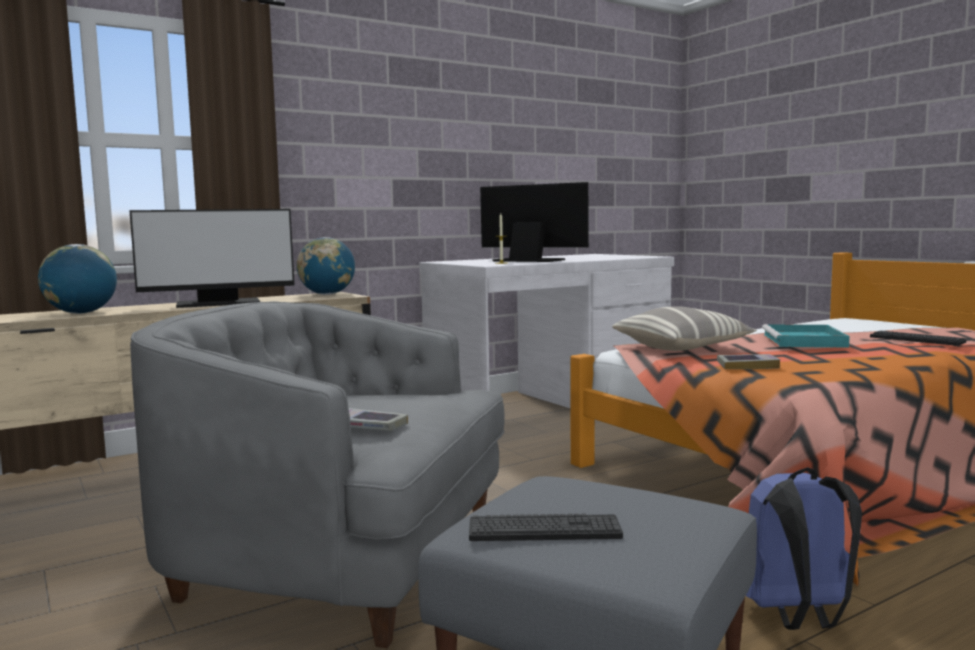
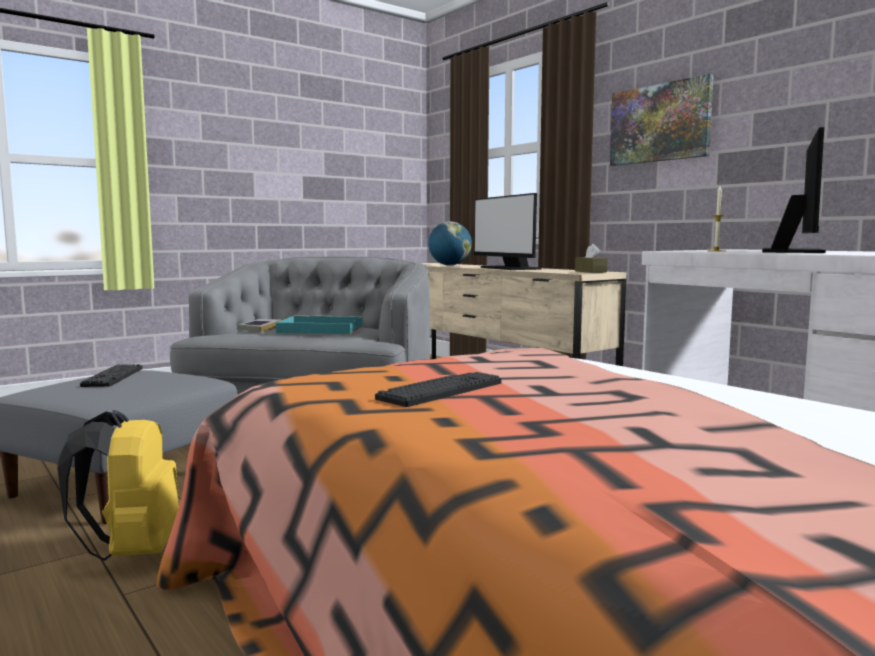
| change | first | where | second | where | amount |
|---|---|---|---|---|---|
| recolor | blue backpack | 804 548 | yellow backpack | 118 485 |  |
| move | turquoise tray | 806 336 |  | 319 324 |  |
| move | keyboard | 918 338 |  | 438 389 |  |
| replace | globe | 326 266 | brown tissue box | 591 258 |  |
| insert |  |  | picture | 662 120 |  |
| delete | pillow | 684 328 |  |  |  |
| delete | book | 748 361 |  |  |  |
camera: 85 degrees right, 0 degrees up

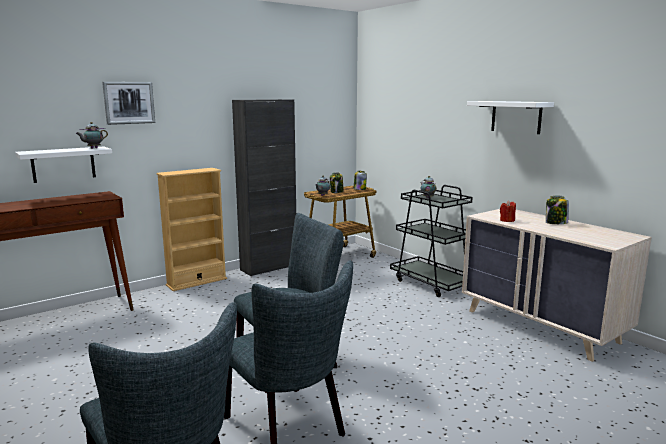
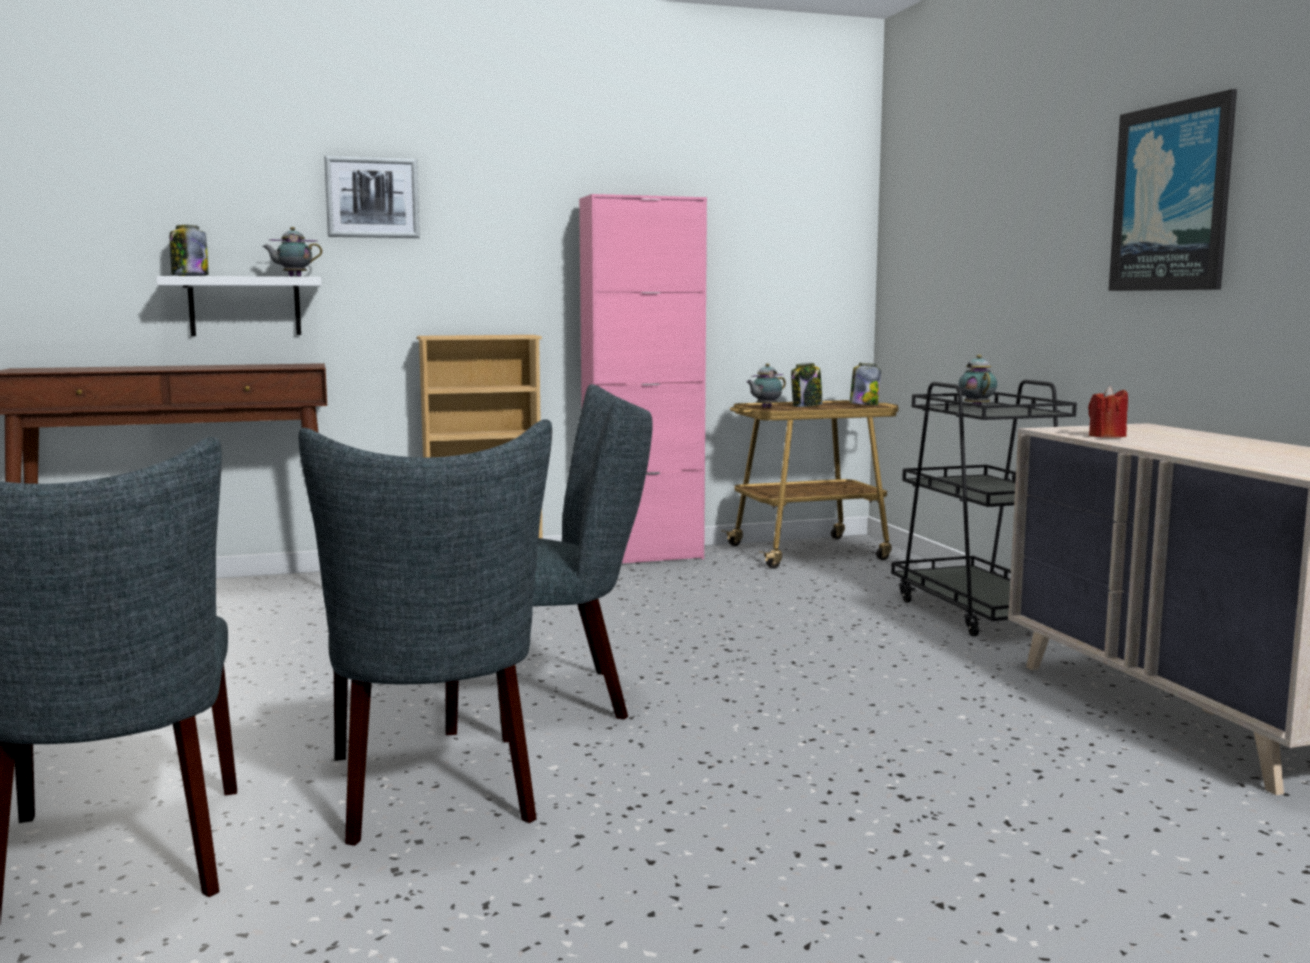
| change | first | where | second | where | amount |
|---|---|---|---|---|---|
| move | jar | 557 210 |  | 189 250 |  |
| recolor | black cabinet | 264 188 | pink cabinet | 643 378 |  |
| replace | white shelf | 510 117 | picture | 1173 190 |  |
camera: 20 degrees right, 5 degrees down

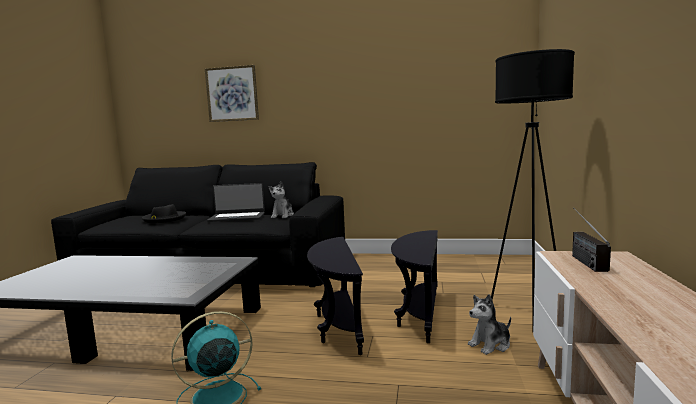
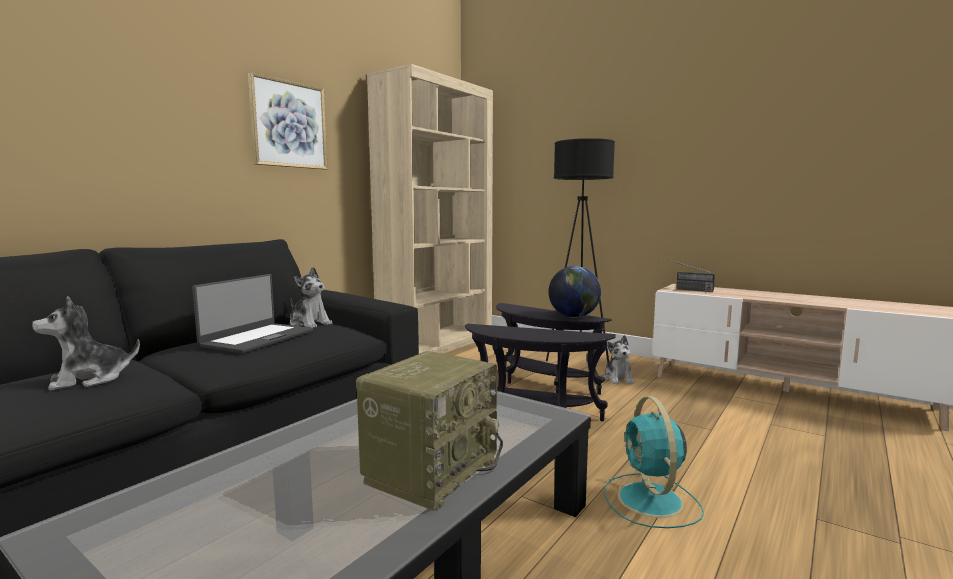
| change | first | where | second | where | amount |
|---|---|---|---|---|---|
| replace | black hat | 164 213 | plush toy | 86 343 |  |
| move | picture | 232 93 |  | 288 121 |  |
| insert |  |  | radio | 429 431 |  |
| insert |  |  | beige bookcase | 430 208 |  |
| insert |  |  | globe | 575 292 |  |
camera: 65 degrees left, 0 degrees up

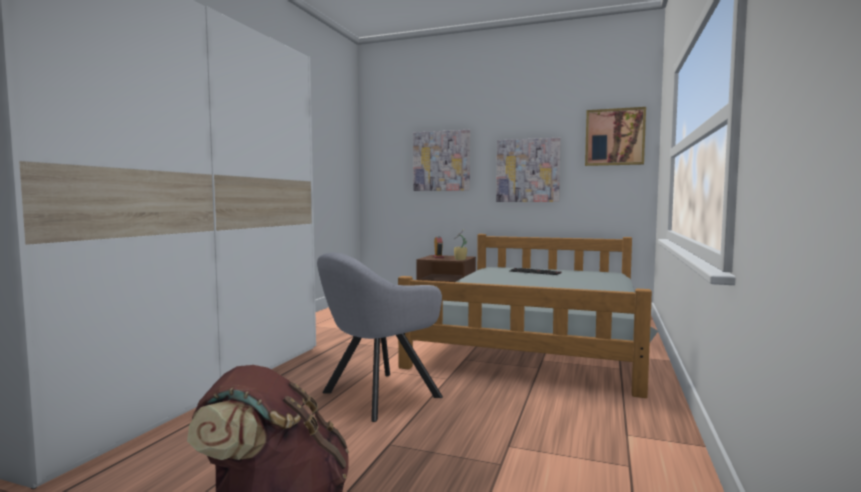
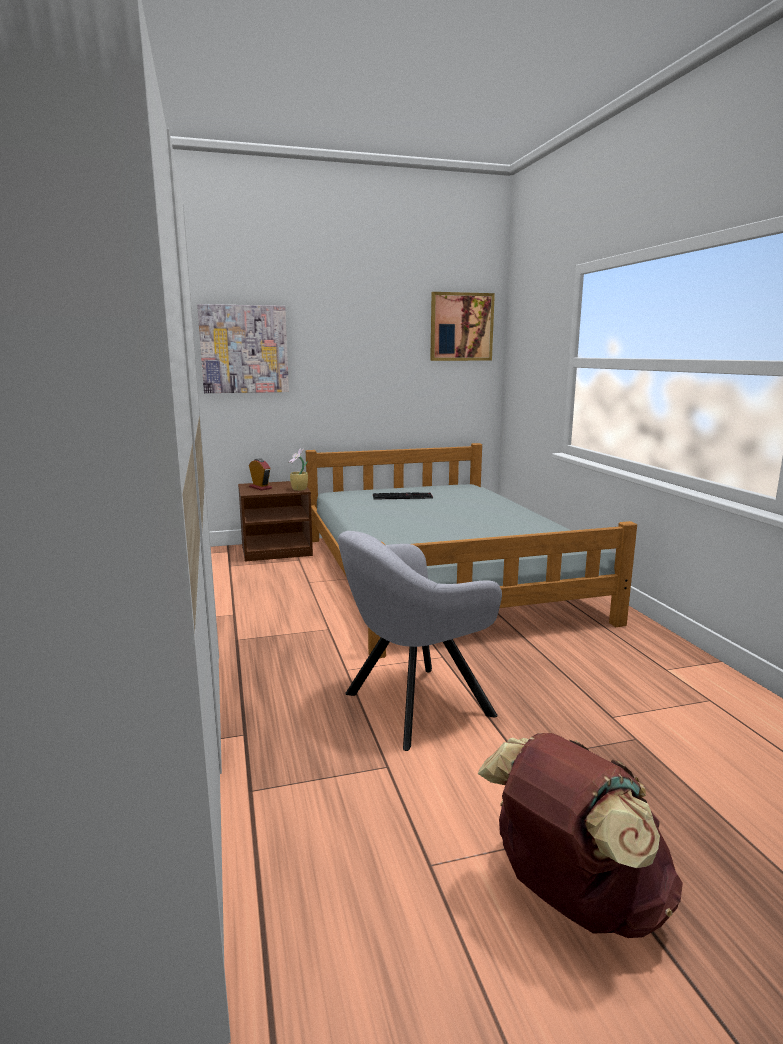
| change | first | where | second | where | amount |
|---|---|---|---|---|---|
| rotate | grey armchair | 380 337 |  | 420 641 | 45 degrees clockwise |
| delete | picture | 528 170 |  |  |  |
camera: 35 degrees left, 10 degrees up

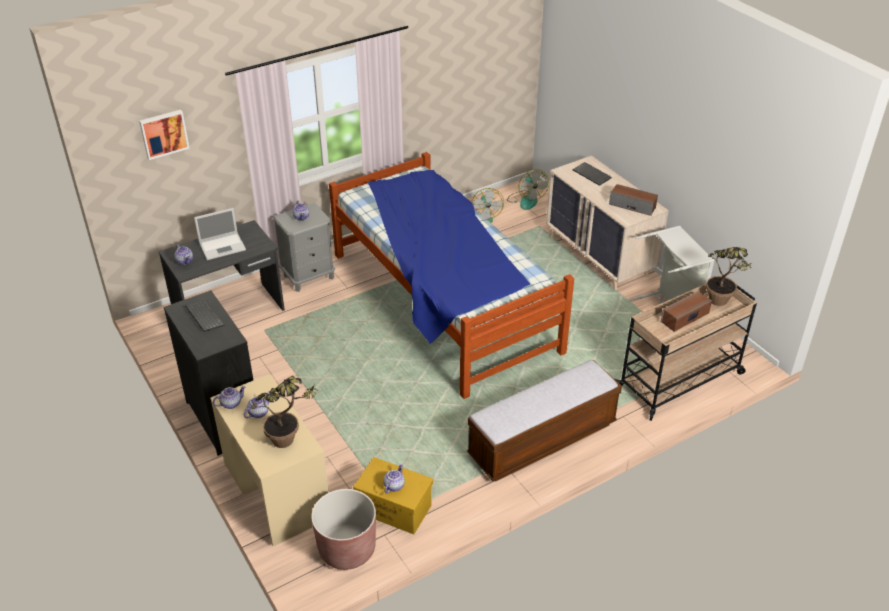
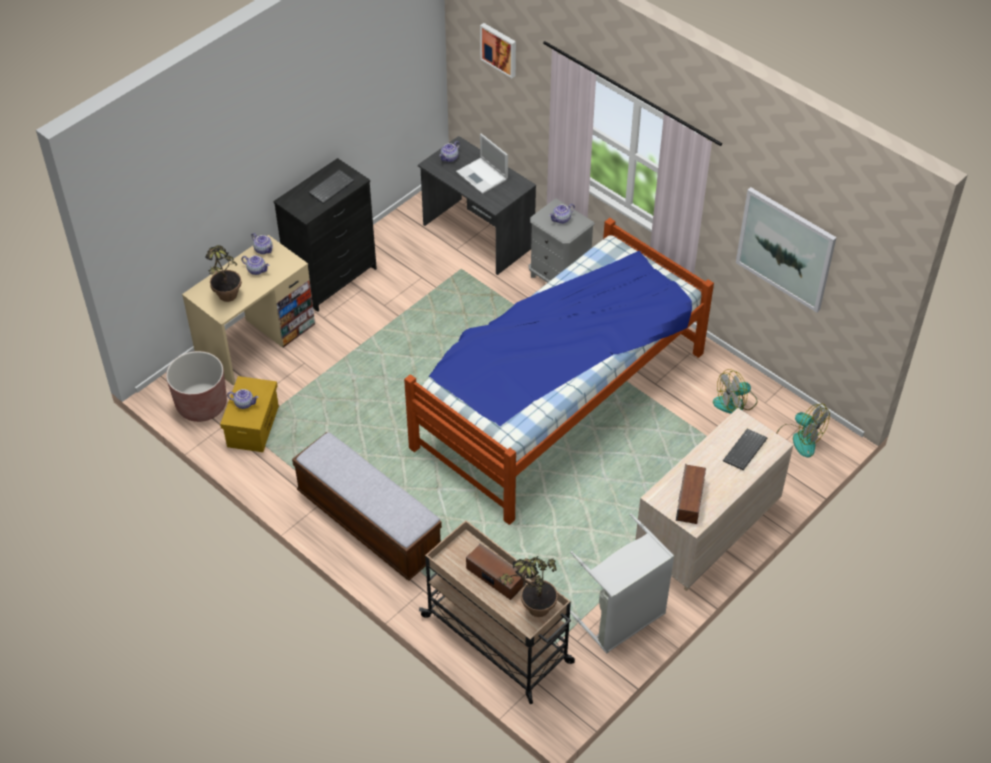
| change | first | where | second | where | amount |
|---|---|---|---|---|---|
| insert |  |  | picture | 786 250 |  |
| rotate | fan | 528 189 |  | 803 431 | 105 degrees counterclockwise |
camera: 75 degrees right, 10 degrees up

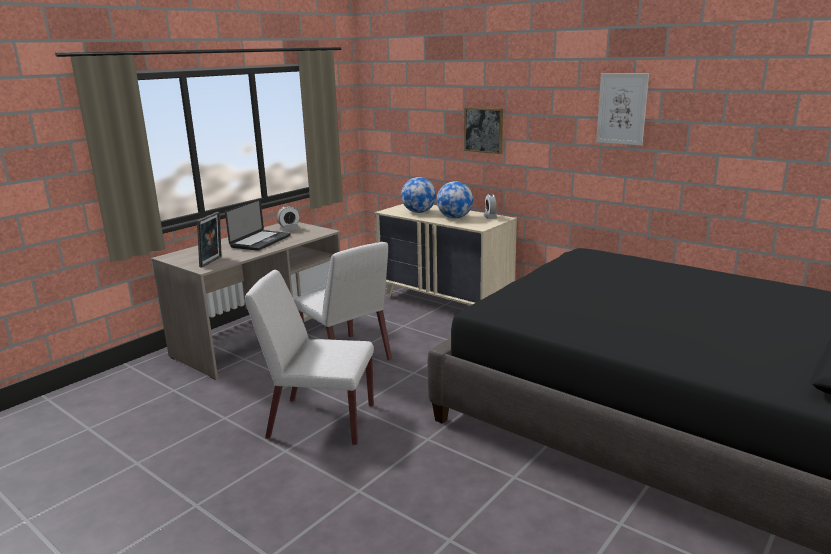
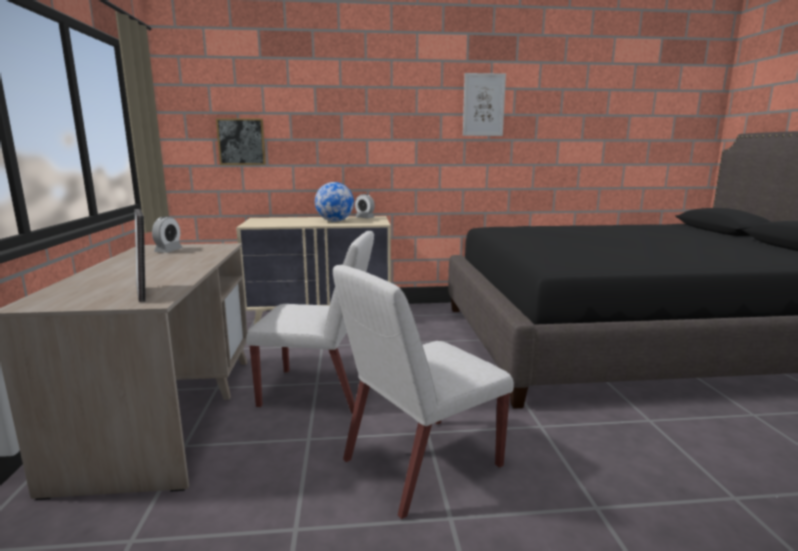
| change | first | where | second | where | amount |
|---|---|---|---|---|---|
| move | picture | 484 130 |  | 241 141 |  |
| delete | laptop | 258 225 |  |  |  |
| delete | globe | 418 195 |  |  |  |
camera: 45 degrees left, 5 degrees down

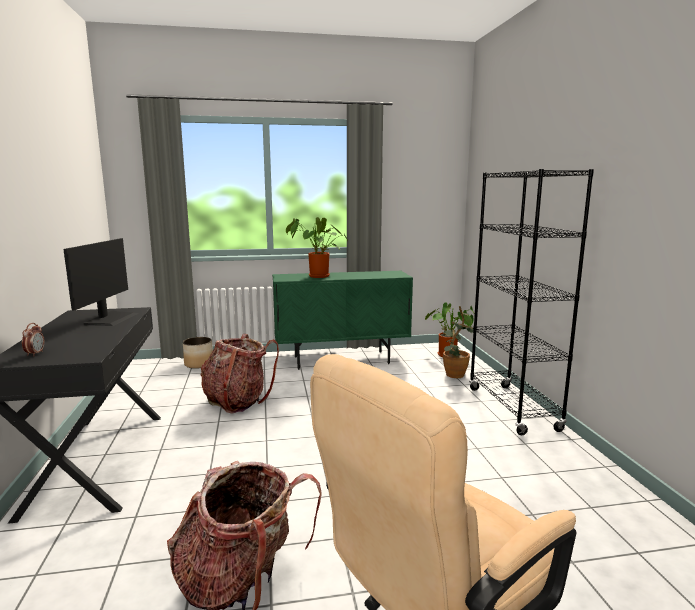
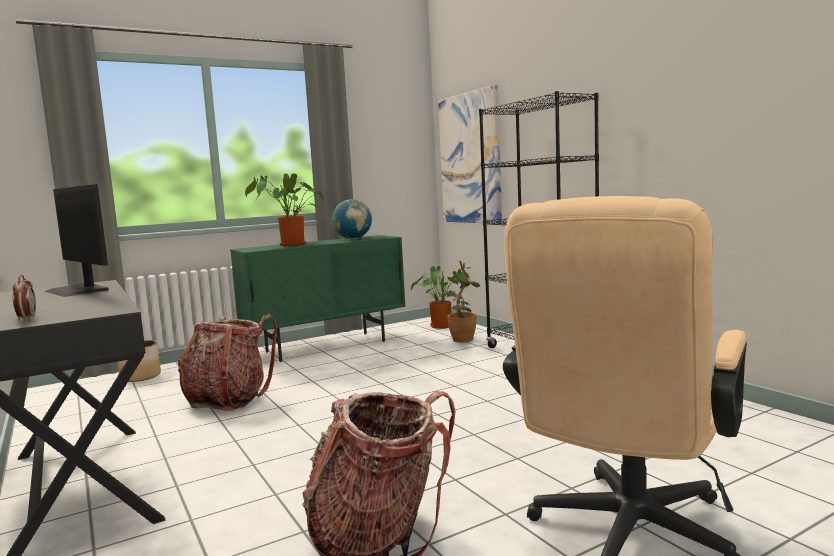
| change | first | where | second | where | amount |
|---|---|---|---|---|---|
| rotate | monitor | 101 282 |  | 77 240 | 150 degrees clockwise |
| insert |  |  | globe | 352 219 |  |
| insert |  |  | picture | 470 154 |  |
camera: 20 degrees left, 5 degrees down

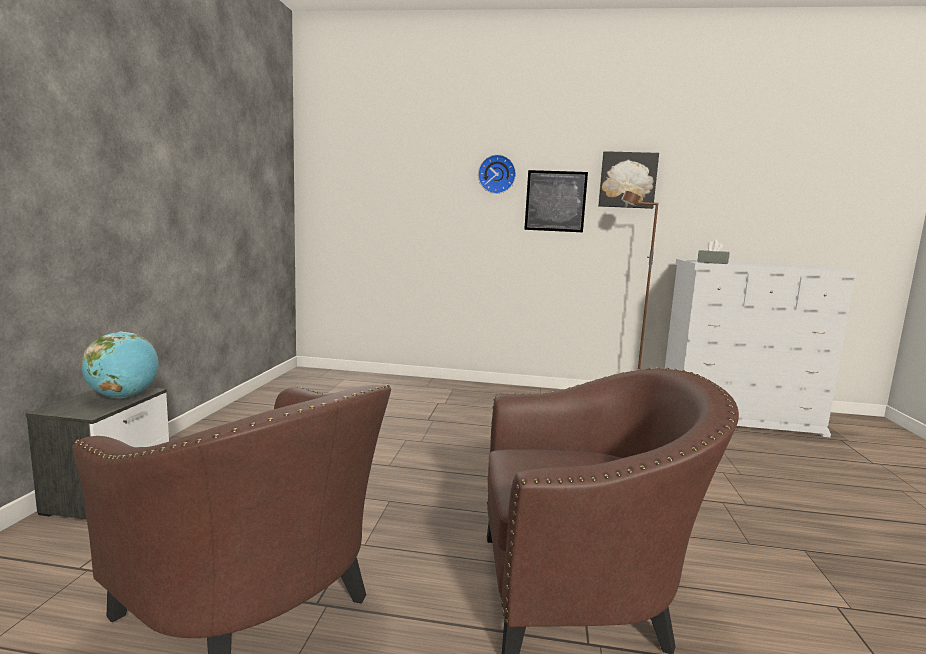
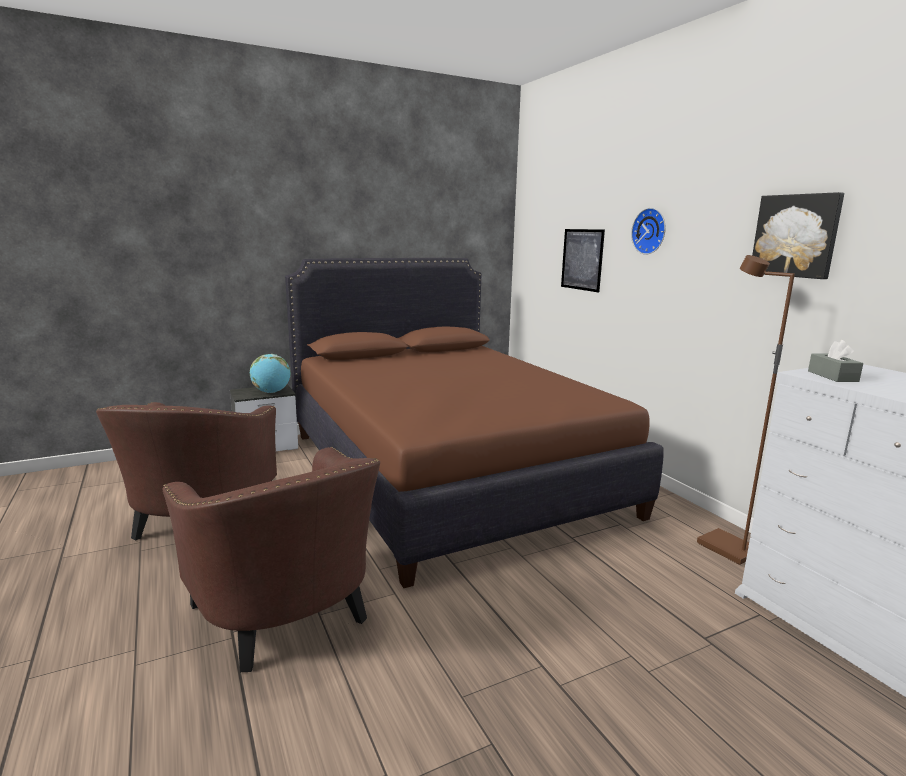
| change | first | where | second | where | amount |
|---|---|---|---|---|---|
| insert |  |  | brown bed | 474 423 |  |
| move | picture | 556 201 |  | 583 260 |  |
camera: 55 degrees right, 5 degrees up

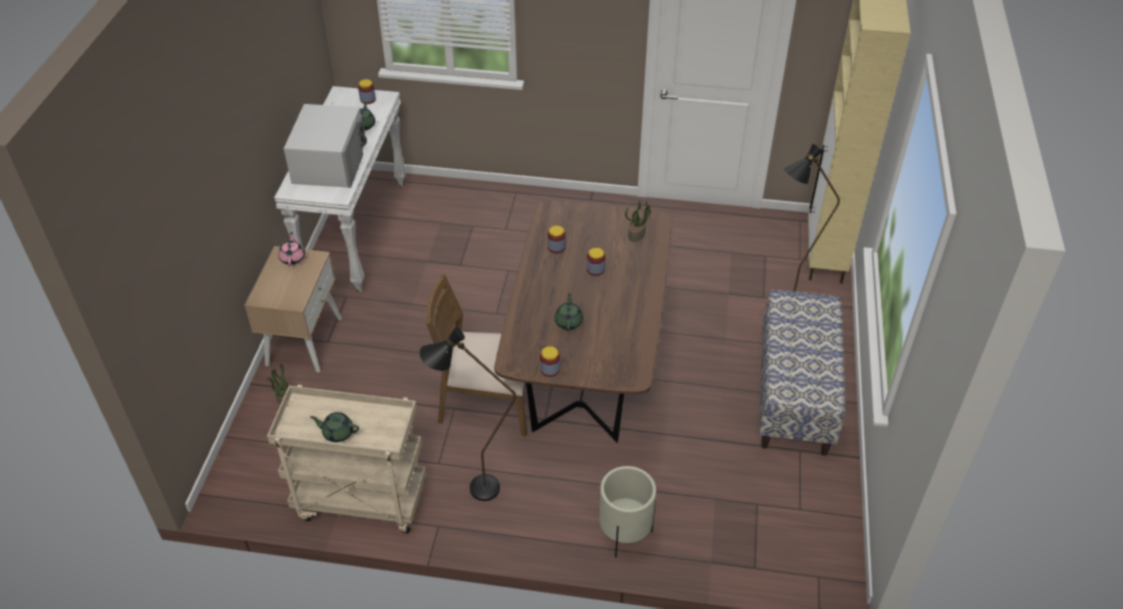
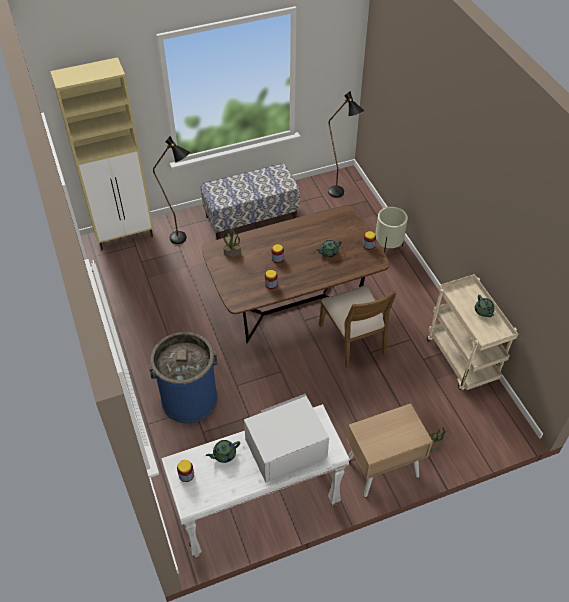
| change | first | where | second | where | amount |
|---|---|---|---|---|---|
| insert |  |  | blue trash can | 183 377 |  |
| move | black floor lamp | 467 414 |  | 346 144 |  |
| delete | pink teapot | 291 249 |  |  |  |
camera: 120 degrees left, 5 degrees up

